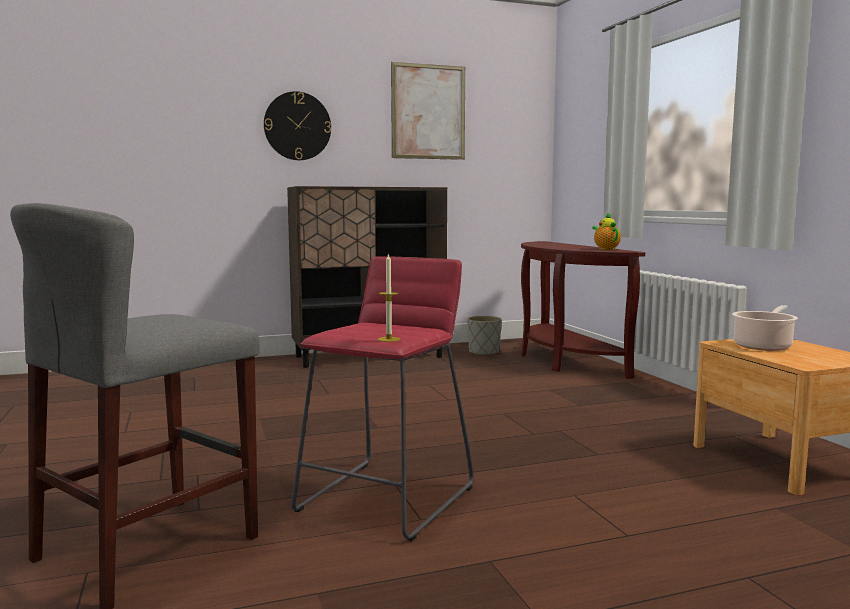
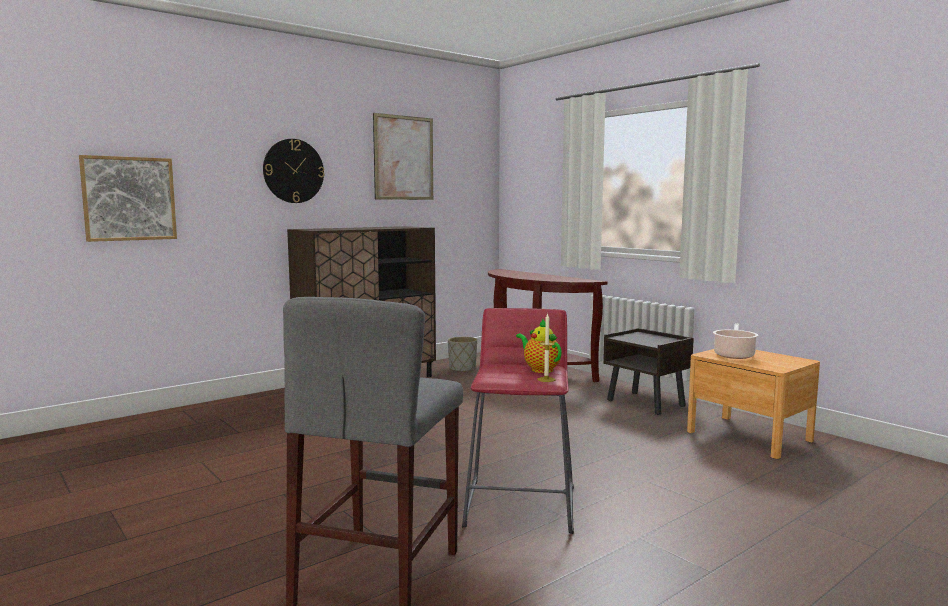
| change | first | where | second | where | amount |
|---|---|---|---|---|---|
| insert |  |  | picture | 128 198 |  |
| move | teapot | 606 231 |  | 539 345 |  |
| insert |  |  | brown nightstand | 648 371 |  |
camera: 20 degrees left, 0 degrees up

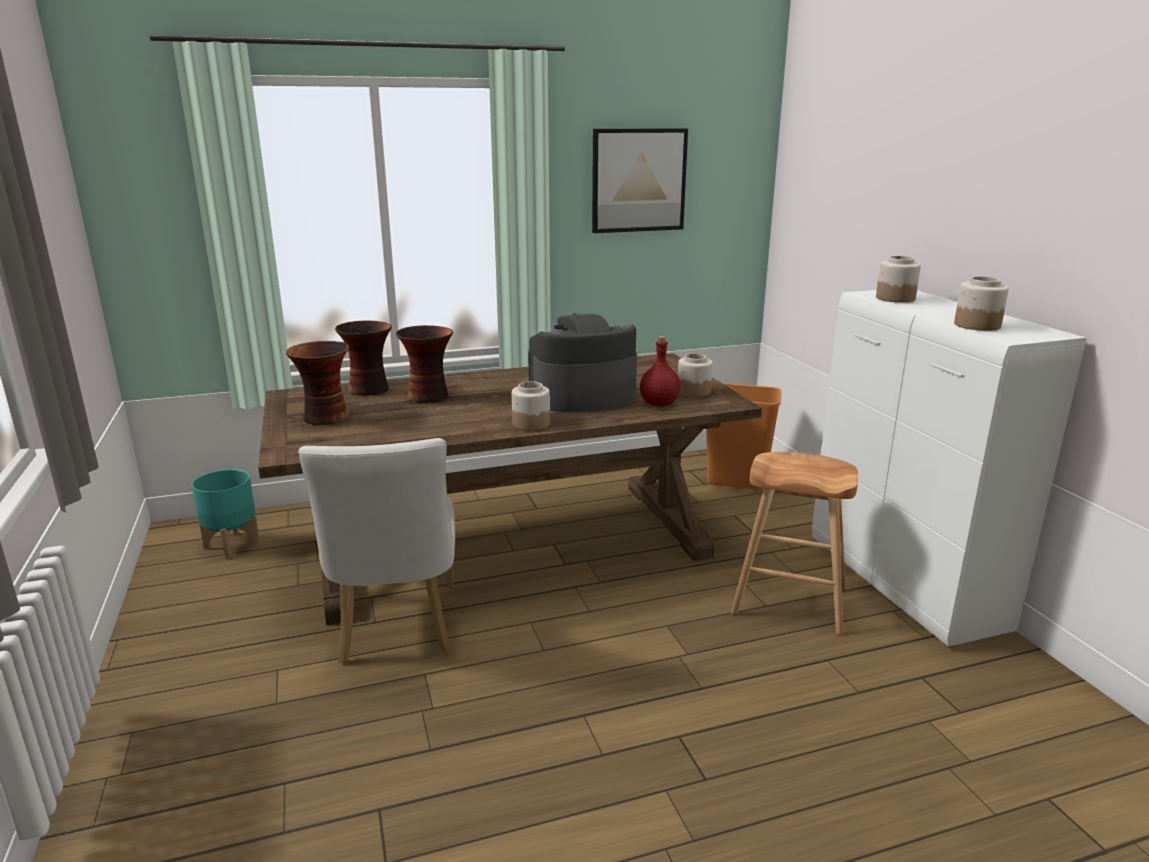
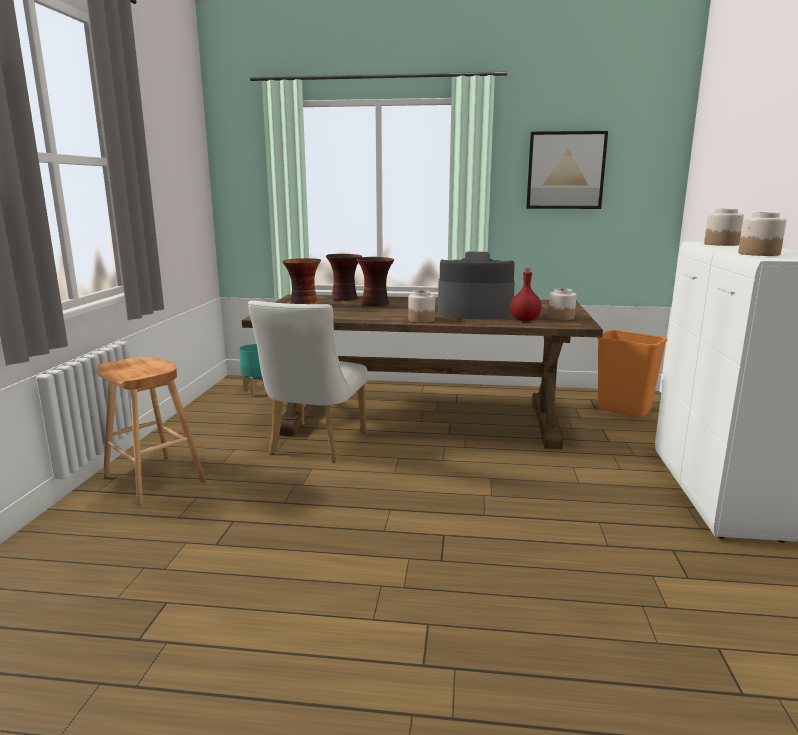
| change | first | where | second | where | amount |
|---|---|---|---|---|---|
| move | brown stool | 794 543 |  | 151 431 |  |
camera: 25 degrees right, 5 degrees down

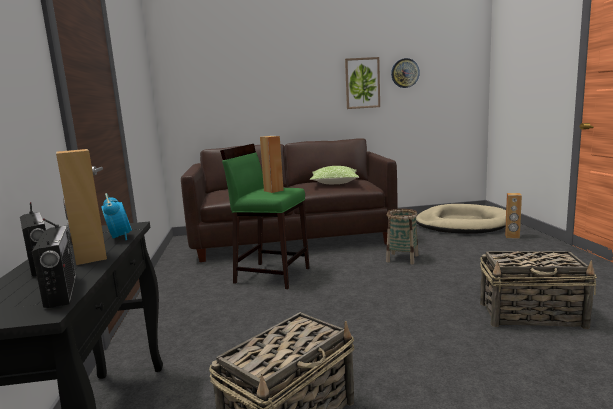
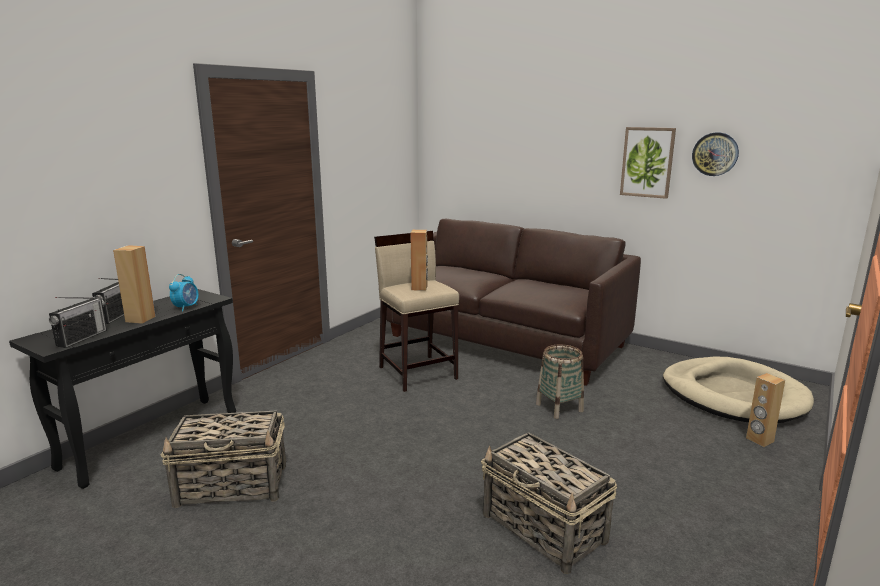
| change | first | where | second | where | amount |
|---|---|---|---|---|---|
| recolor | green stool | 265 216 | beige stool | 416 311 |  |
| delete | pillow | 334 175 |  |  |  |
camera: 40 degrees right, 5 degrees up

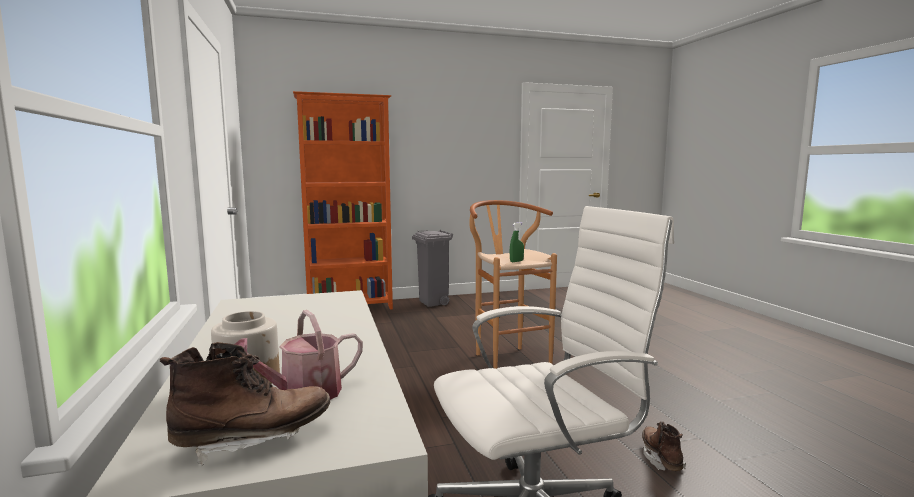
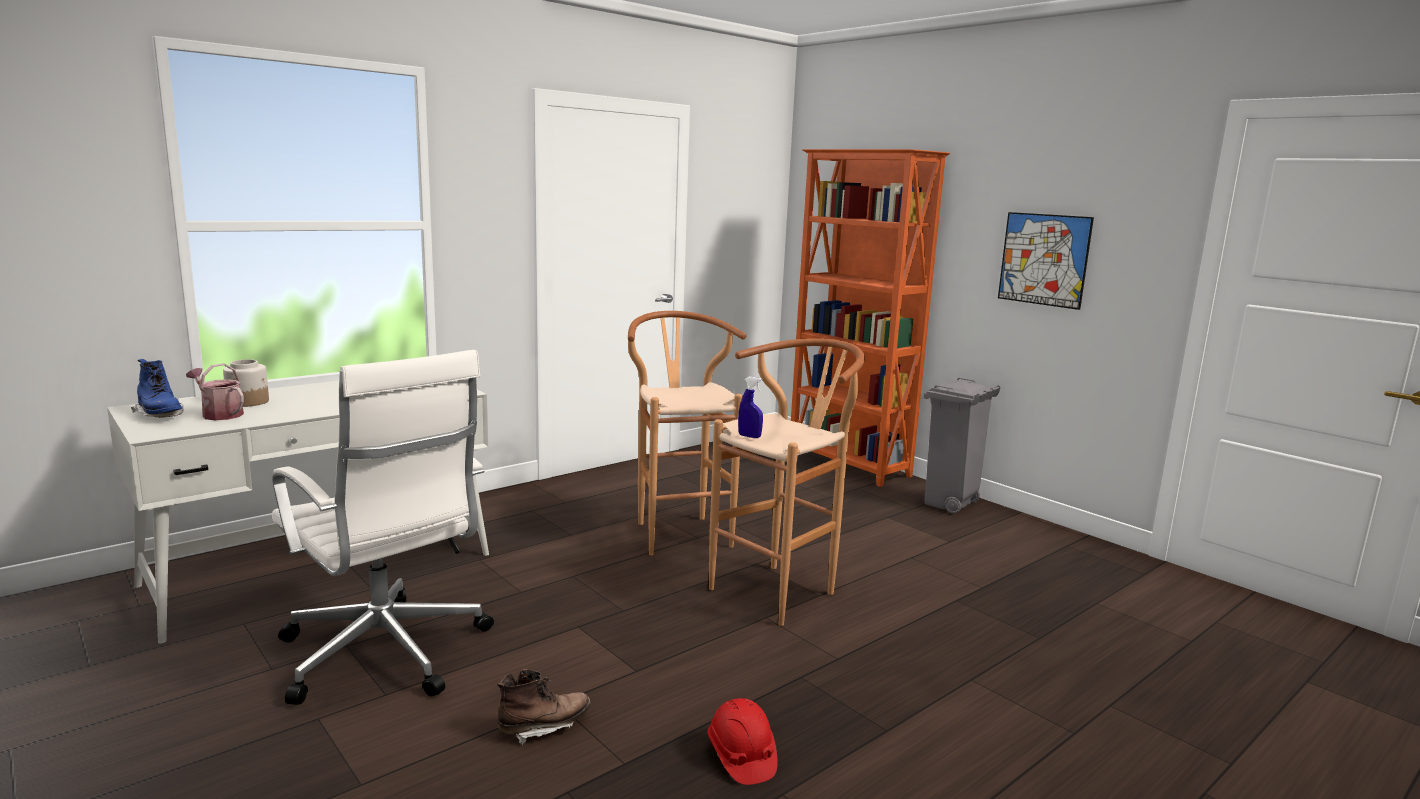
| change | first | where | second | where | amount |
|---|---|---|---|---|---|
| recolor | brown boot | 245 404 | blue boot | 157 388 |  |
| insert |  |  | brown stool | 687 433 |  |
| insert |  |  | red hard hat | 742 741 |  |
| recolor | green spray bottle | 517 242 | blue spray bottle | 750 407 |  |
| insert |  |  | picture | 1046 261 |  |
camera: 65 degrees right, 5 degrees up

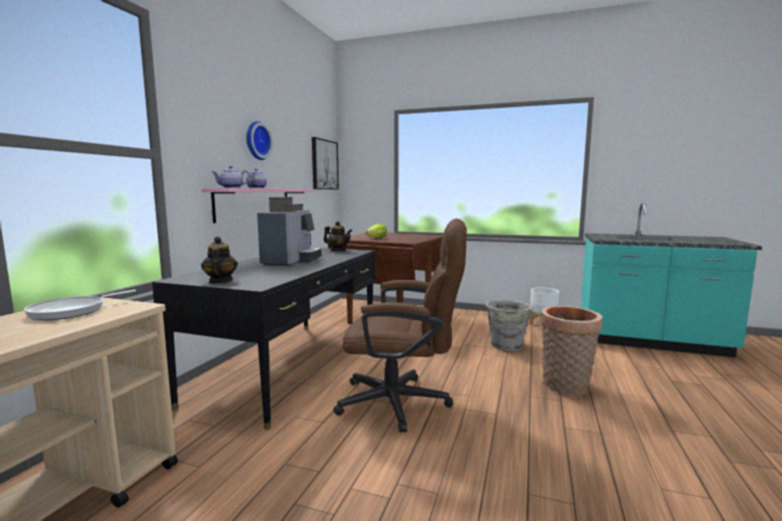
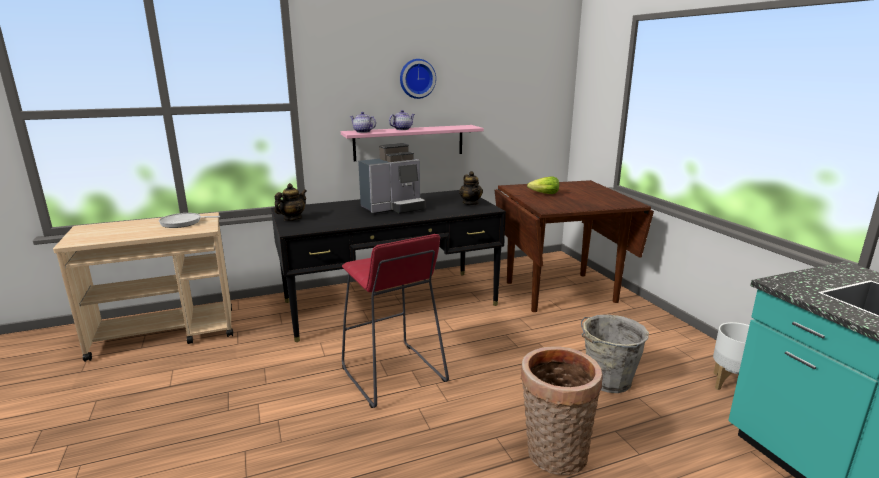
| change | first | where | second | where | amount |
|---|---|---|---|---|---|
| replace | brown office chair | 400 325 | red stool | 395 321 |  |
| delete | picture | 325 163 |  |  |  |
camera: 50 degrees right, 10 degrees up

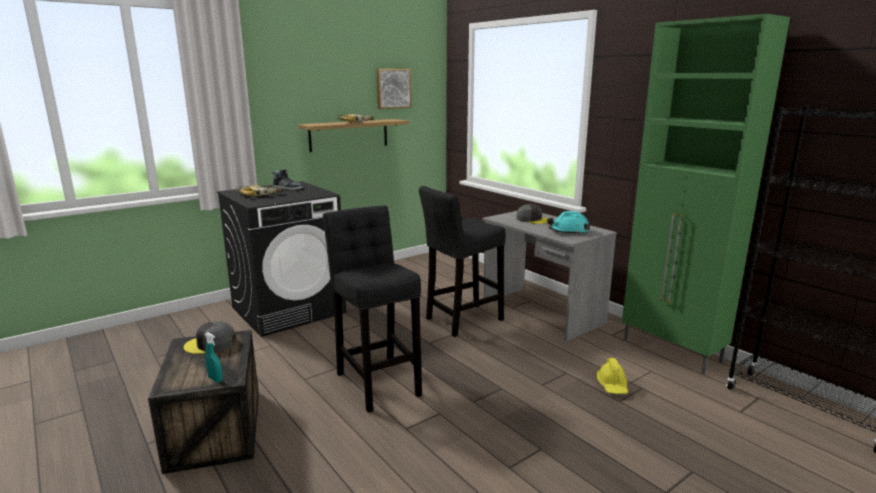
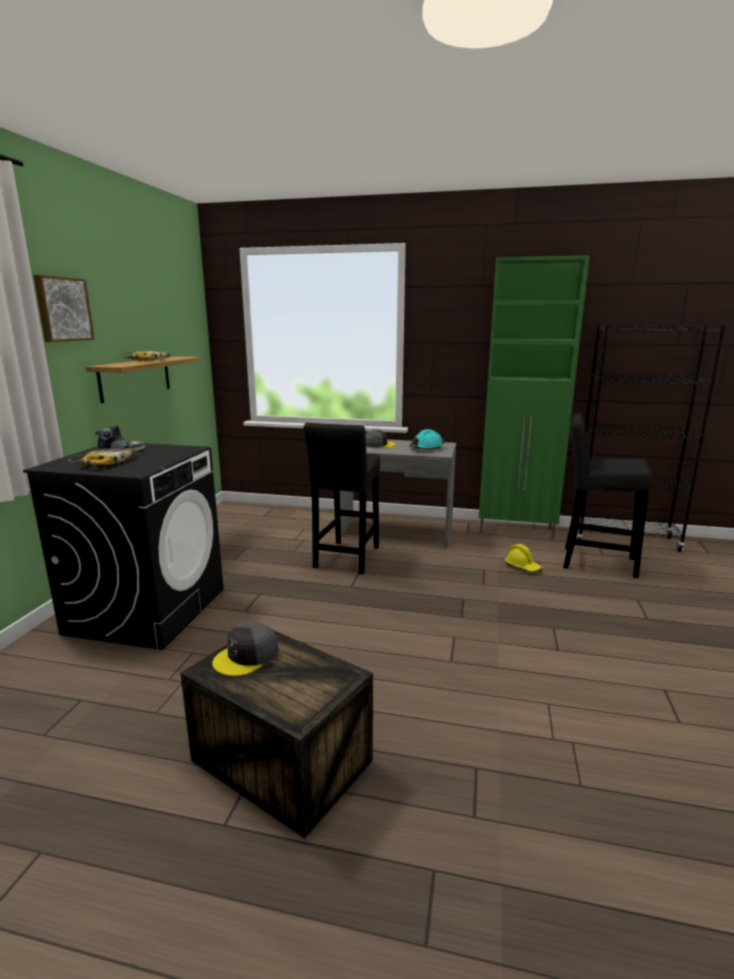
| change | first | where | second | where | amount |
|---|---|---|---|---|---|
| move | picture | 394 89 |  | 64 308 |  |
| move | black stool | 372 309 |  | 607 495 |  |
| delete | turquoise spray bottle | 214 357 |  |  |  |
camera: 40 degrees left, 0 degrees up

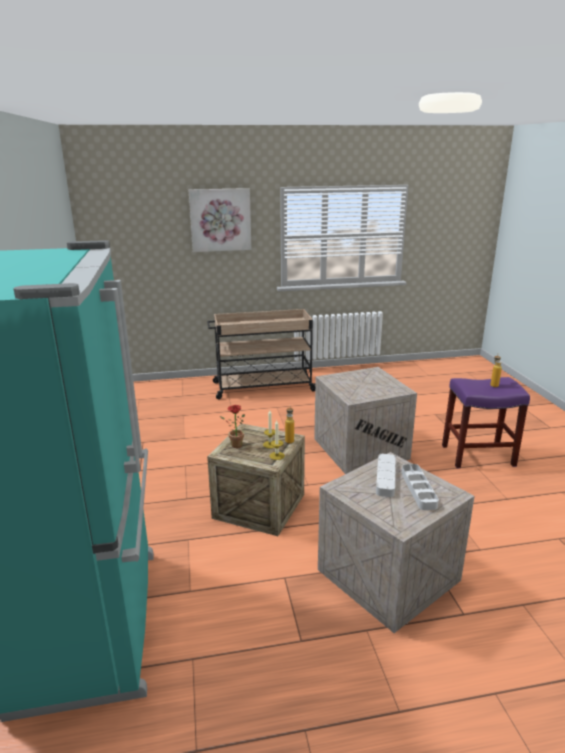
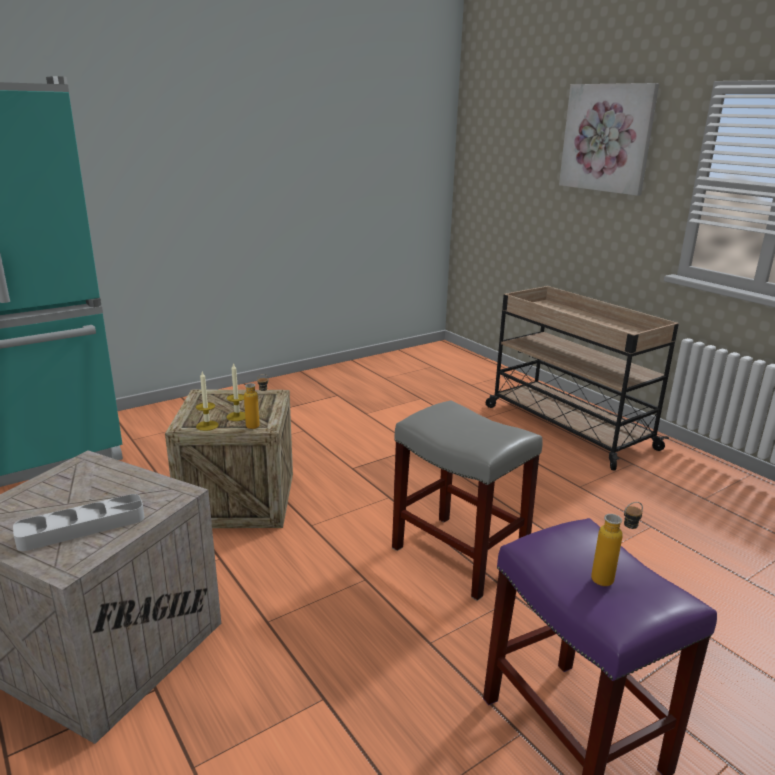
| change | first | where | second | where | amount |
|---|---|---|---|---|---|
| replace | crate | 365 420 | grey stool | 467 501 |  |
| delete | potted plant | 232 426 |  |  |  |
| delete | grey tray | 386 475 |  |  |  |
camera: 65 degrees right, 0 degrees up

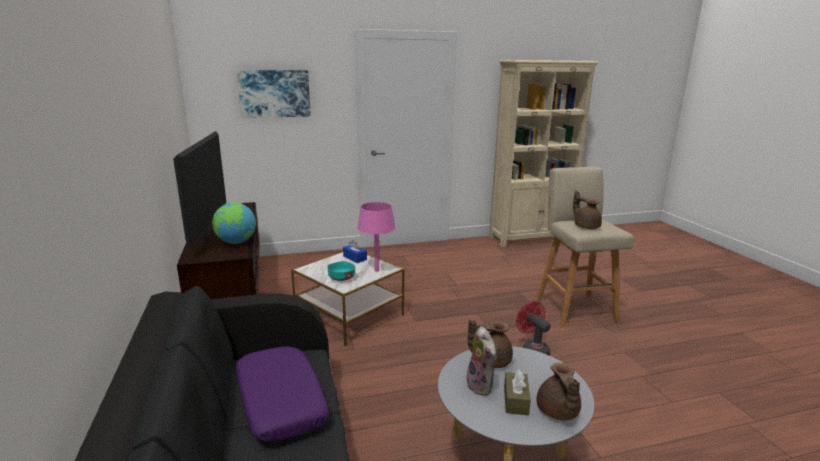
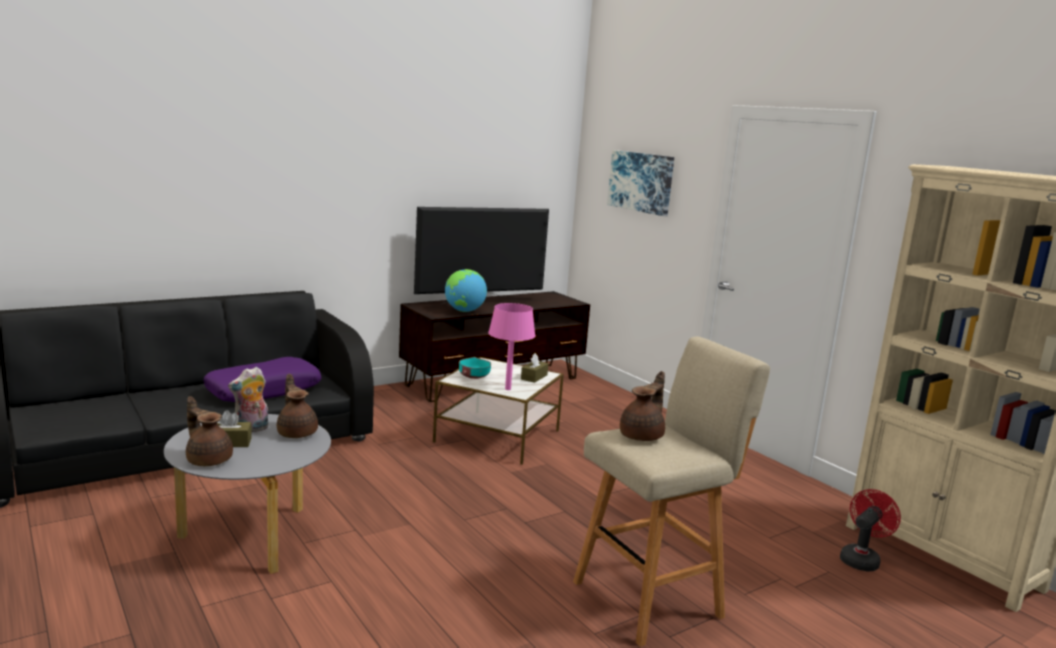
| change | first | where | second | where | amount |
|---|---|---|---|---|---|
| rotate | brown teapot | 558 392 |  | 209 431 | 60 degrees clockwise |
| recolor | blue tissue box | 355 251 | brown tissue box | 534 368 |  |
| move | red fan | 533 328 |  | 870 530 |  |
camera: 70 degrees right, 5 degrees down

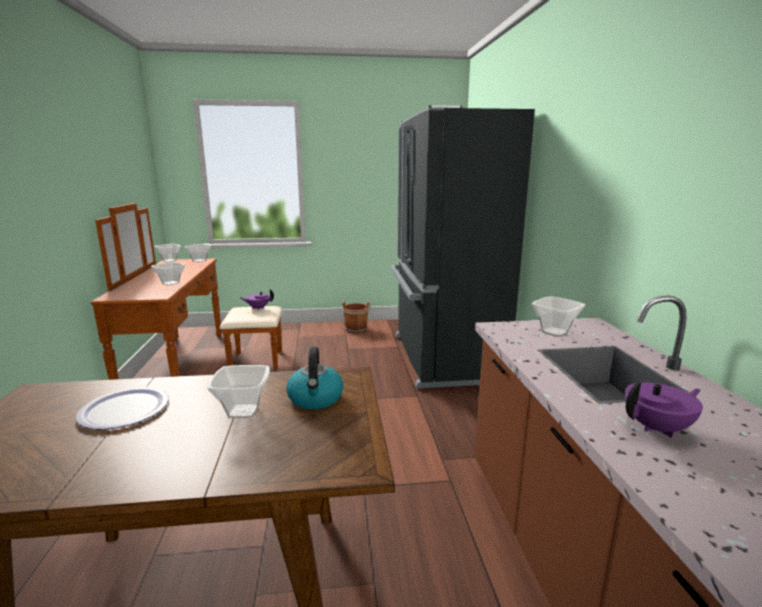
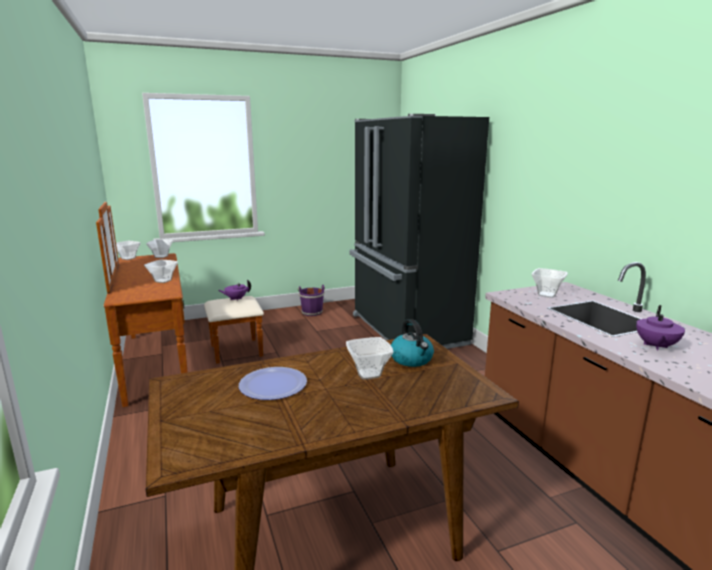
| change | first | where | second | where | amount |
|---|---|---|---|---|---|
| recolor | brown bucket | 356 317 | purple bucket | 311 300 |  |
| rotate | purple teapot | 664 409 |  | 660 327 | 150 degrees clockwise |
camera: 15 degrees left, 0 degrees up

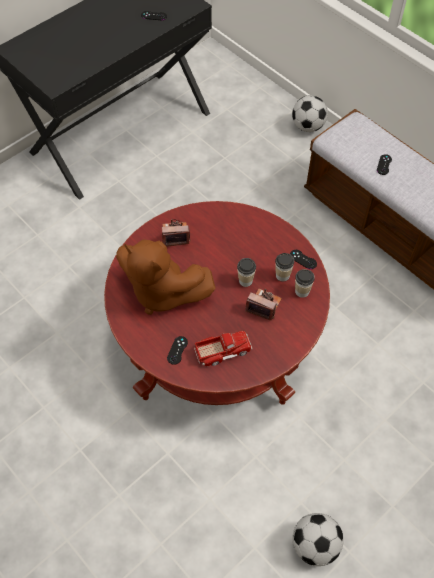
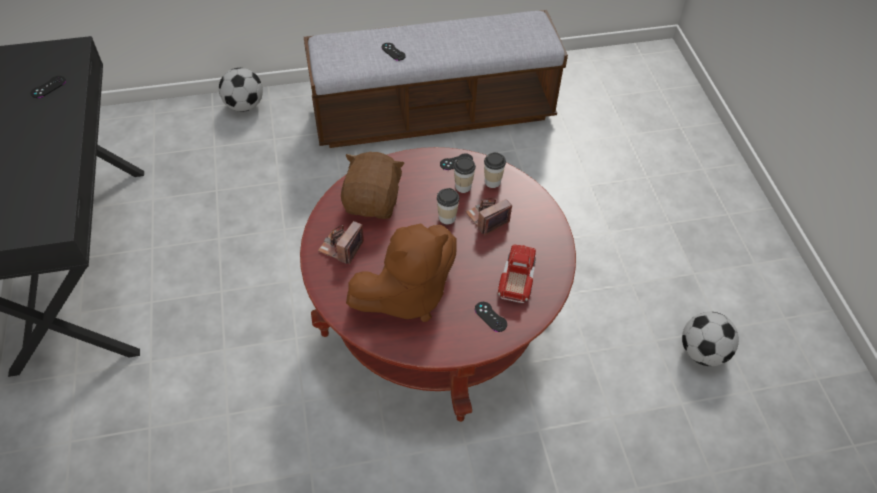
| change | first | where | second | where | amount |
|---|---|---|---|---|---|
| insert |  |  | brown plush toy | 373 185 |  |
camera: 60 degrees left, 5 degrees down

